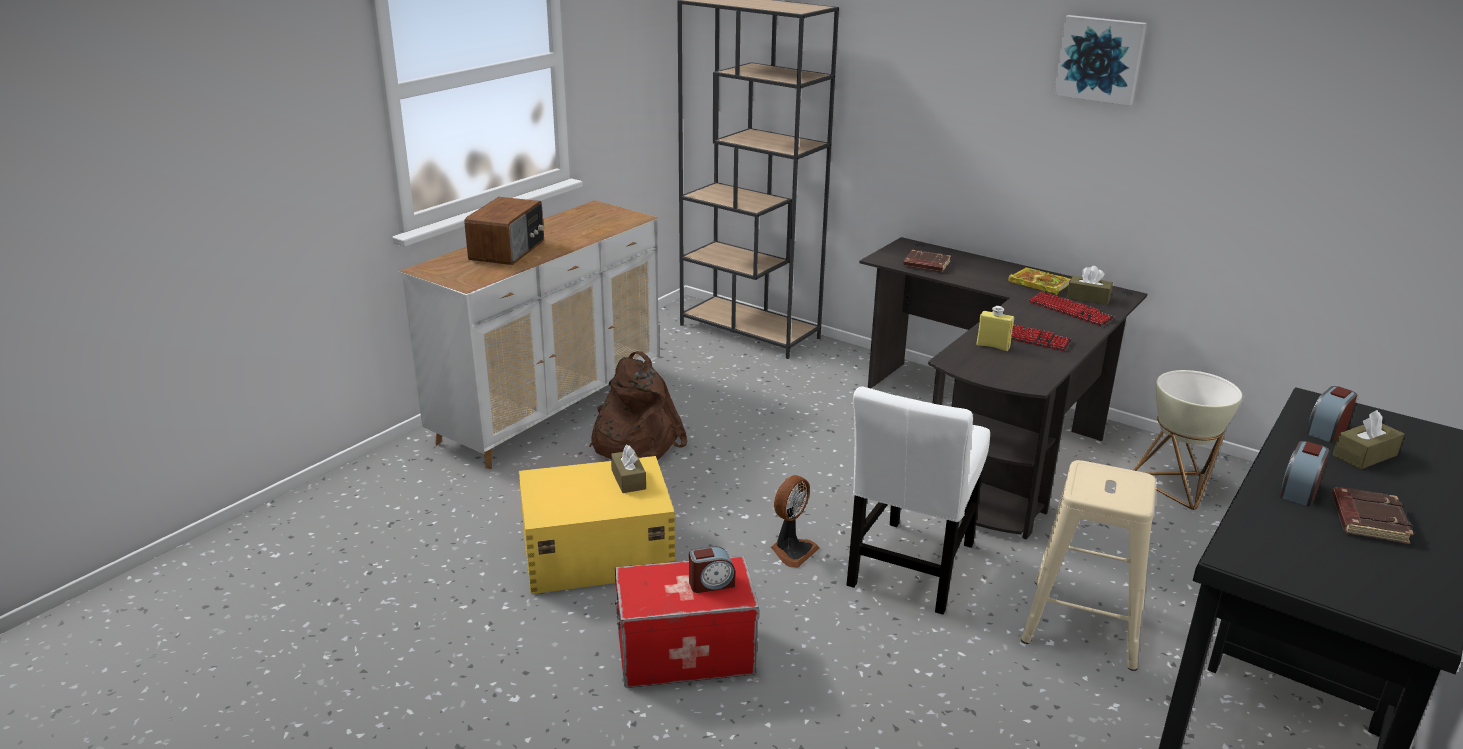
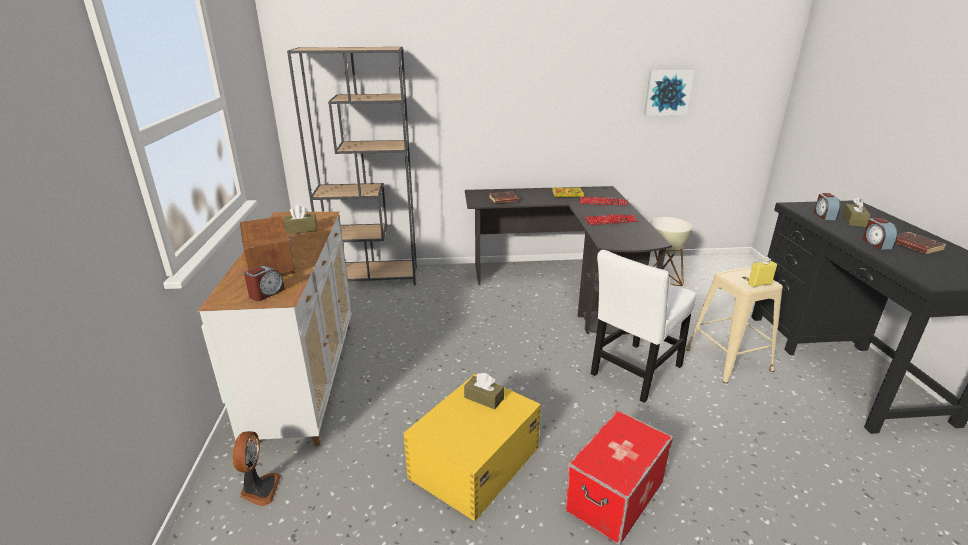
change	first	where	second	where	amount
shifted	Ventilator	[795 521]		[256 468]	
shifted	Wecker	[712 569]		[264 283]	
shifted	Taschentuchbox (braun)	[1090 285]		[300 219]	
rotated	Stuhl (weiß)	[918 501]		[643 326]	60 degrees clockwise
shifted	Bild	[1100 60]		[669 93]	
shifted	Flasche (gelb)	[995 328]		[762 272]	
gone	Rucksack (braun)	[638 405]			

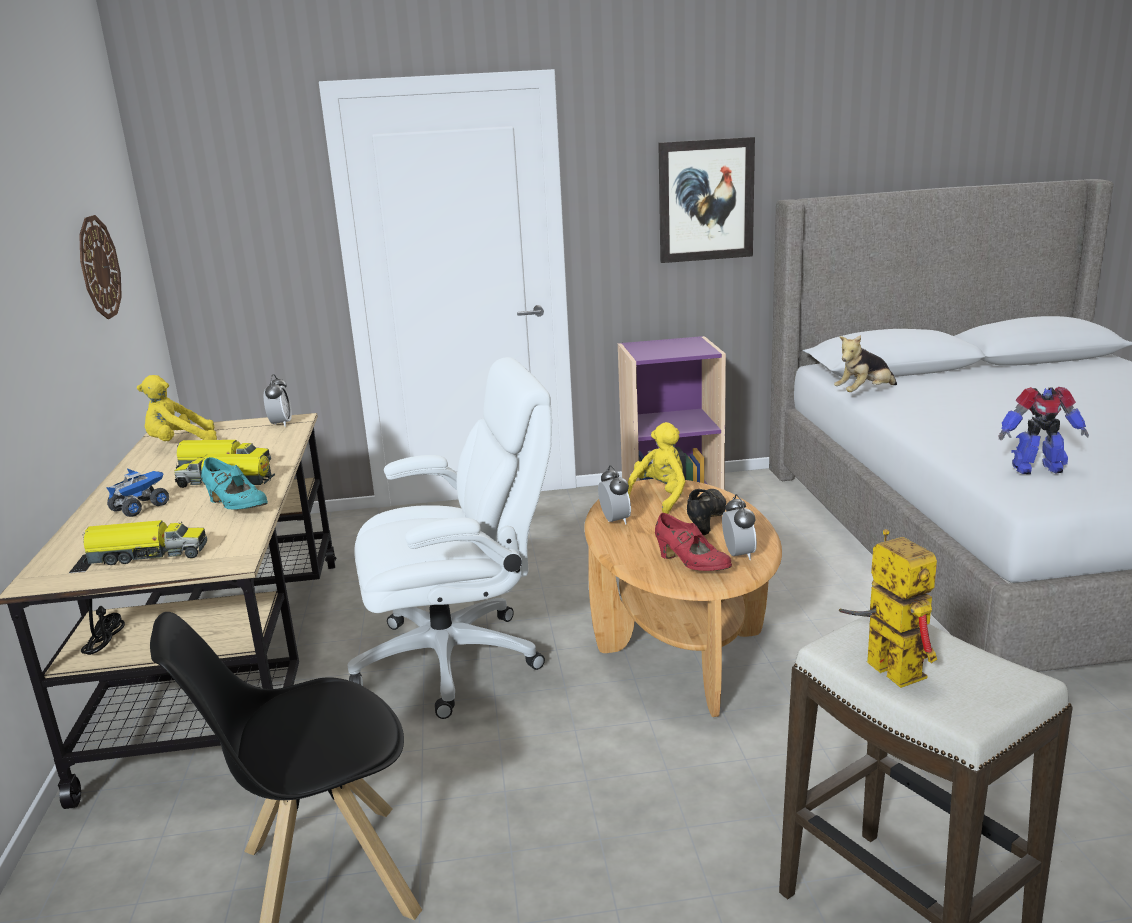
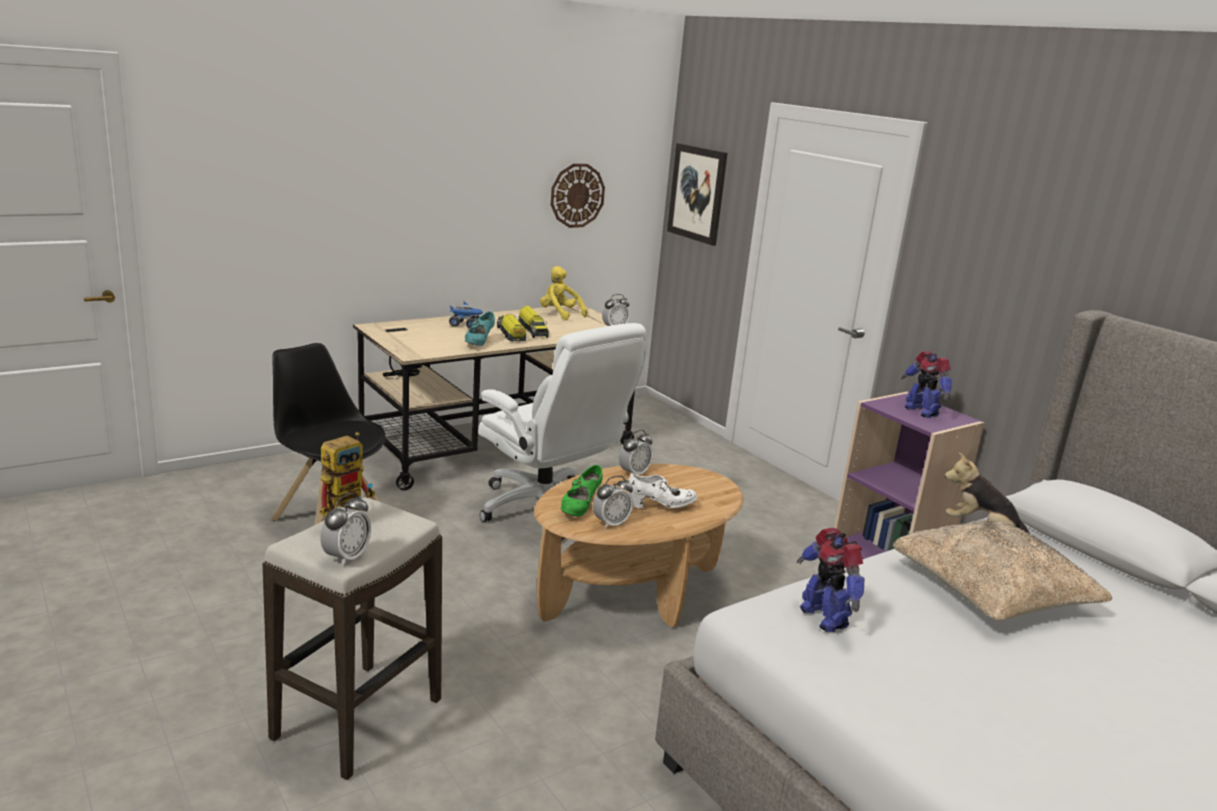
change	first	where	second	where	amount
new			Wecker	[345 529]	
repainted	Schuh (rot)	[693 542]	Schuh (grün)	[581 491]	
repainted	Schuh (schwarz)	[706 512]	Schuh (weiß)	[663 491]	
shifted	Bild	[706 200]		[697 194]	
new			Kissen (beige)	[1002 571]	
new			Spielzeugroboter	[926 384]	
gone	Spielzeuglaster	[144 542]			
gone	Plüschtier (gelb)	[657 468]			

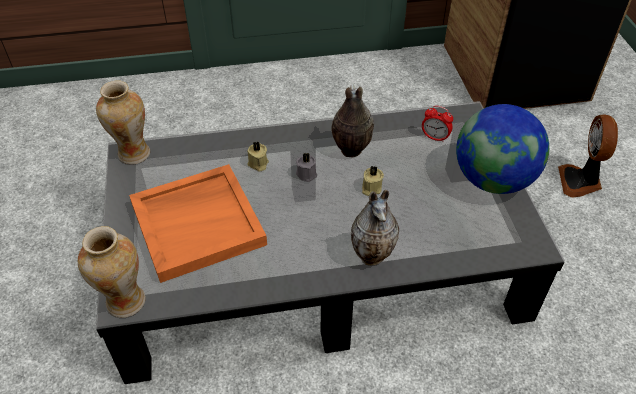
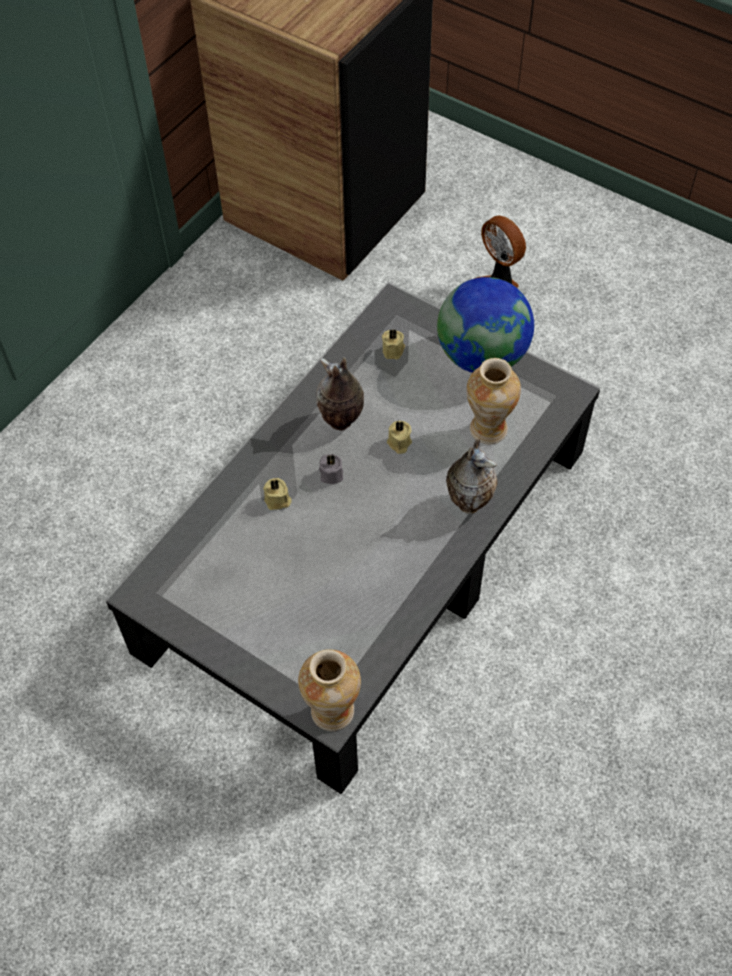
change	first	where	second	where	amount
swapped	Wecker	[437 124]	Kerze (beige)	[393 344]	
shifted	Vase	[123 122]		[494 401]	
gone	Tablett (orange)	[198 223]			

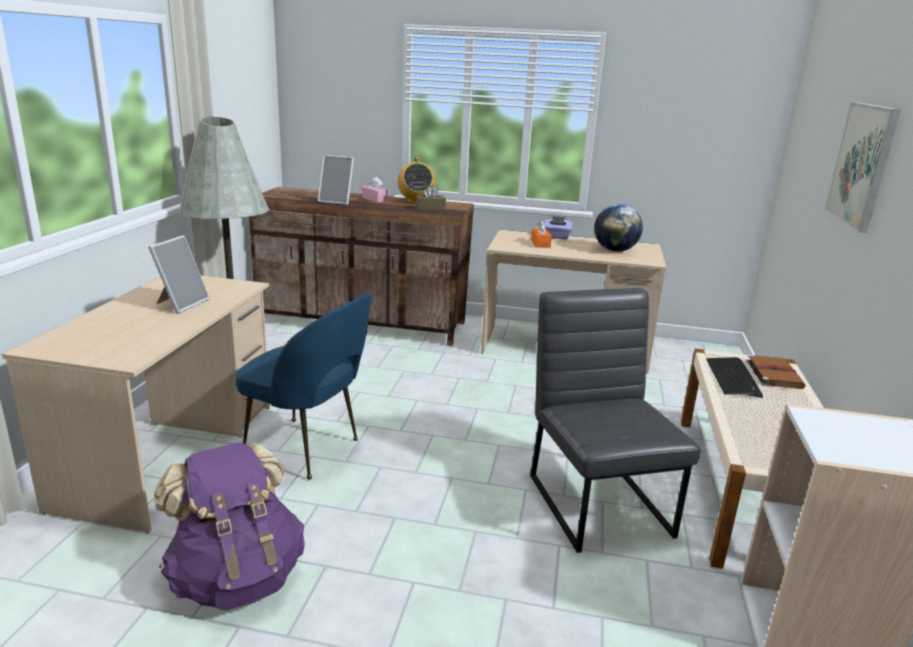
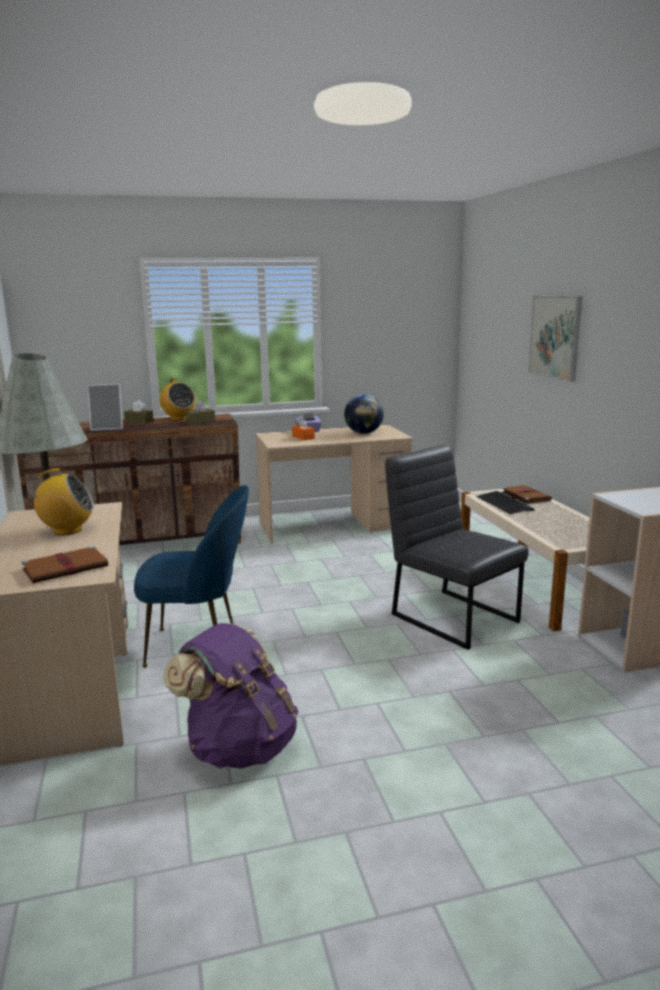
change	first	where	second	where	amount
new			Buch (braun)	[64 564]	
swapped	Bilderrahmen	[179 274]	Radio	[61 501]	
repainted	Taschentuchbox (rosa)	[375 190]	Taschentuchbox (braun)	[139 412]	

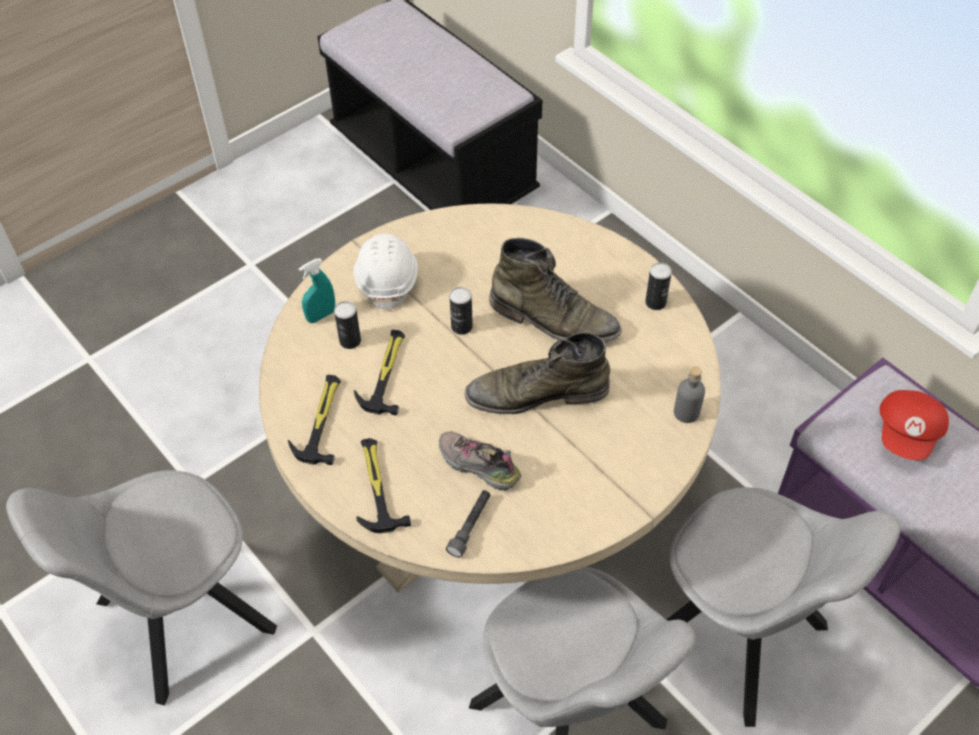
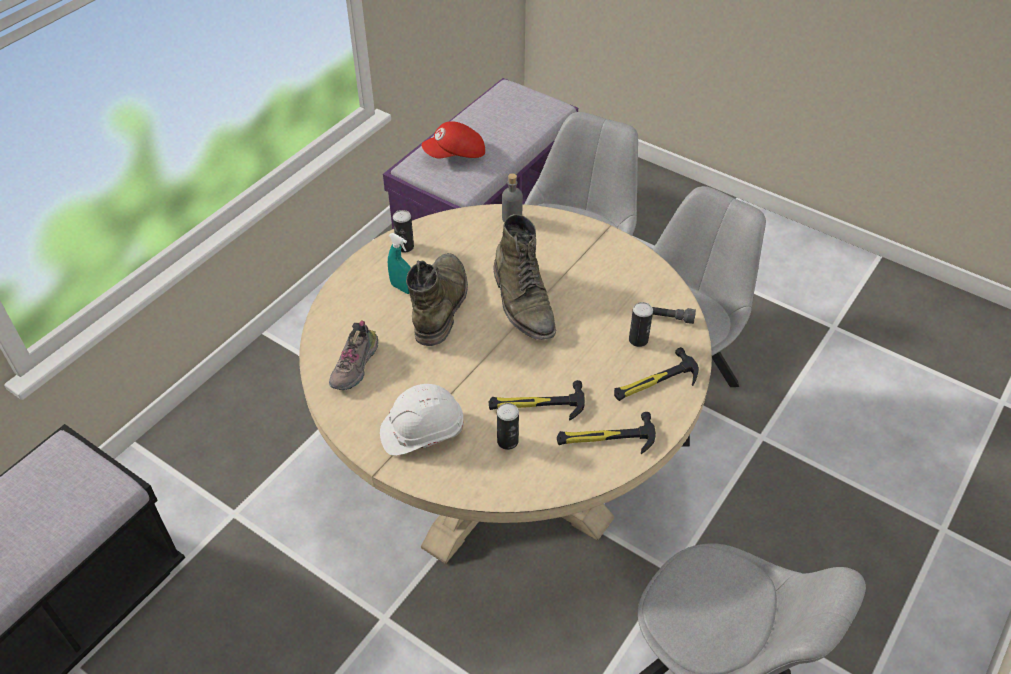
change	first	where	second	where	amount
shifted	Schuh	[480 461]		[353 355]	
shifted	Sprühflasche (türkis)	[317 290]		[399 263]	
rotated	Kappe (rot)	[914 425]		[453 139]	150 degrees clockwise
shifted	Dose	[461 311]		[641 324]	

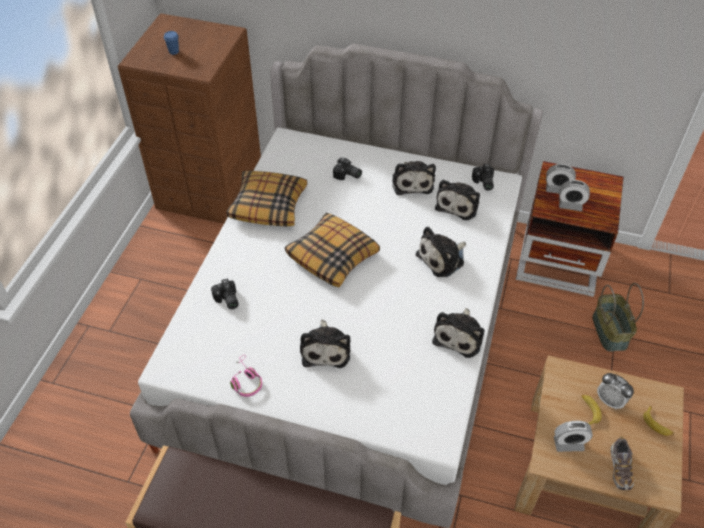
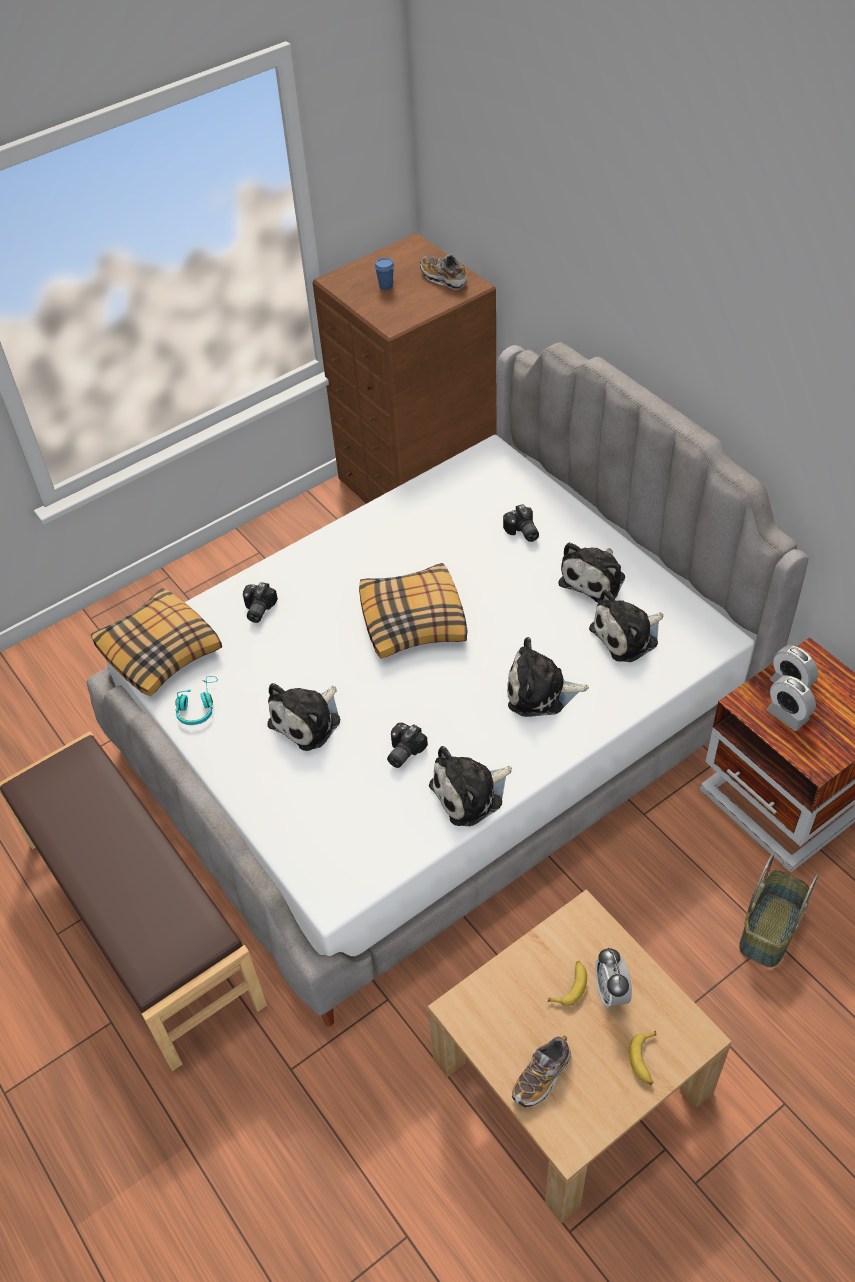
change	first	where	second	where	amount
shifted	Kissen	[266 199]		[156 642]	
repainted	Kopfhörer (rosa)	[246 376]	Kopfhörer (türkis)	[196 700]	
shifted	Kamera	[483 177]		[407 745]	
new			Schuh	[443 272]	
gone	Wecker	[573 436]			

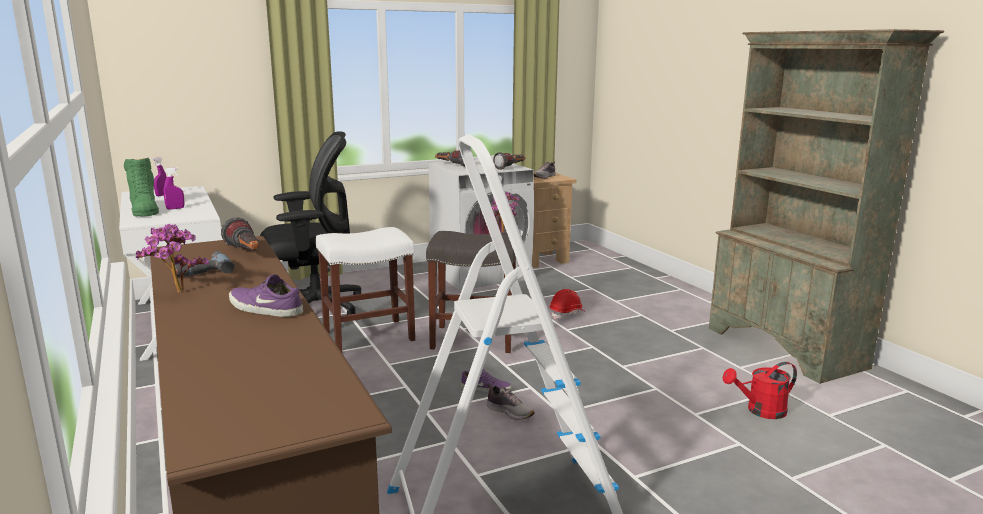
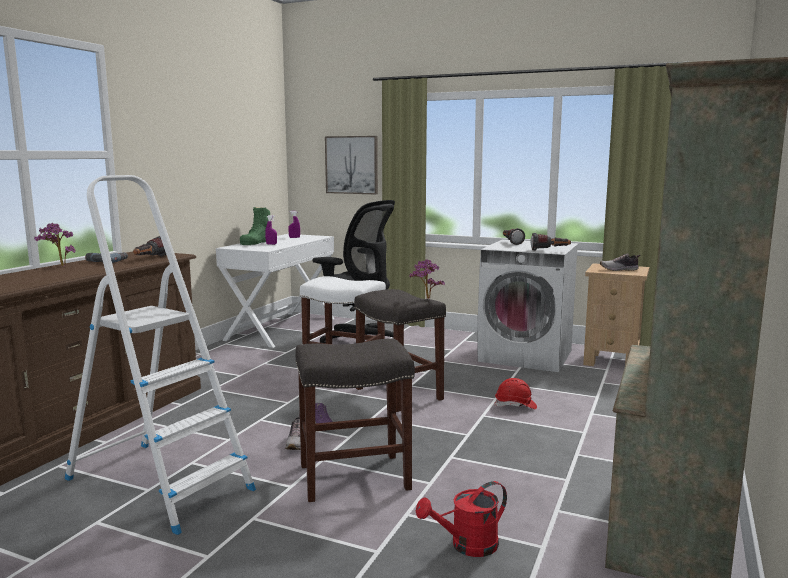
change	first	where	second	where	amount
new			Hocker (grau)	[355 420]	
new			Bild	[351 165]	
rotated	Gießkanne (rot)	[759 390]		[461 519]	60 degrees counterclockwise
gone	Schuh (lila)	[266 295]			

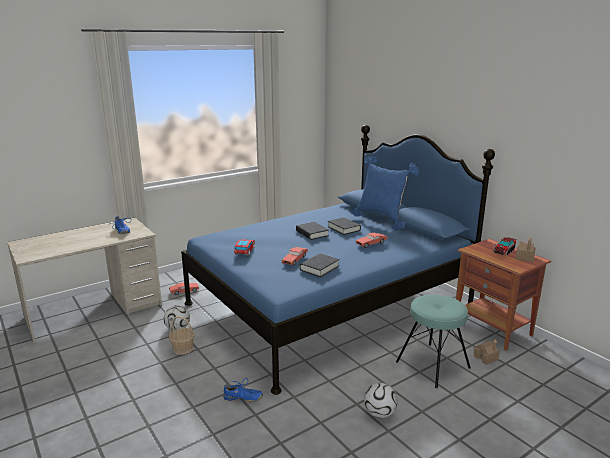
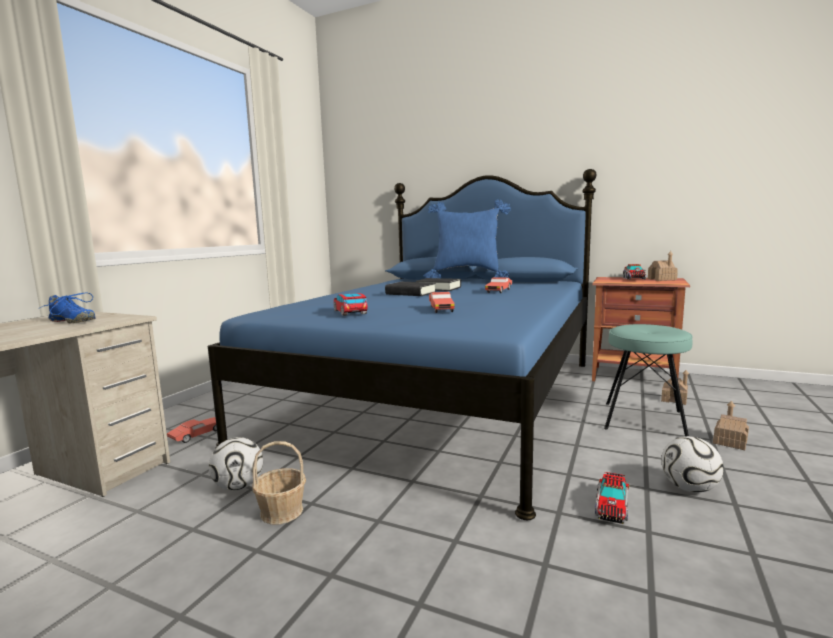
change	first	where	second	where	amount
new			Spielzeuglaster	[612 498]	
new			Spielzeughaus	[731 425]	
gone	Schuh (blau)	[243 390]			
gone	Buch (schwarz)	[320 265]			

